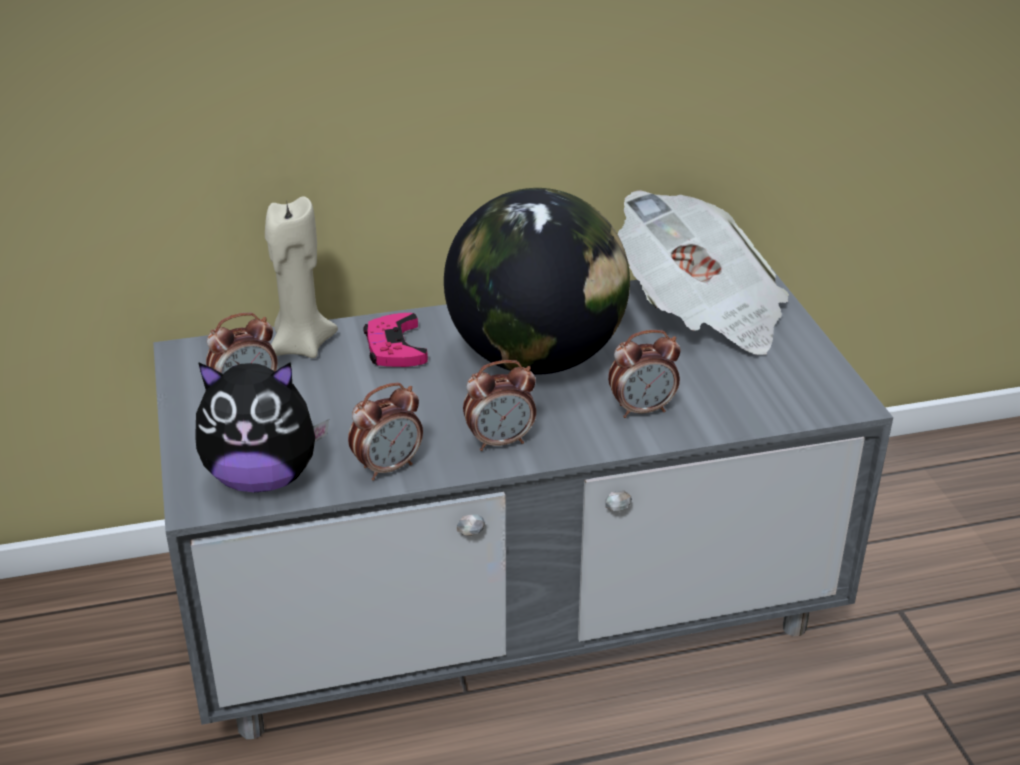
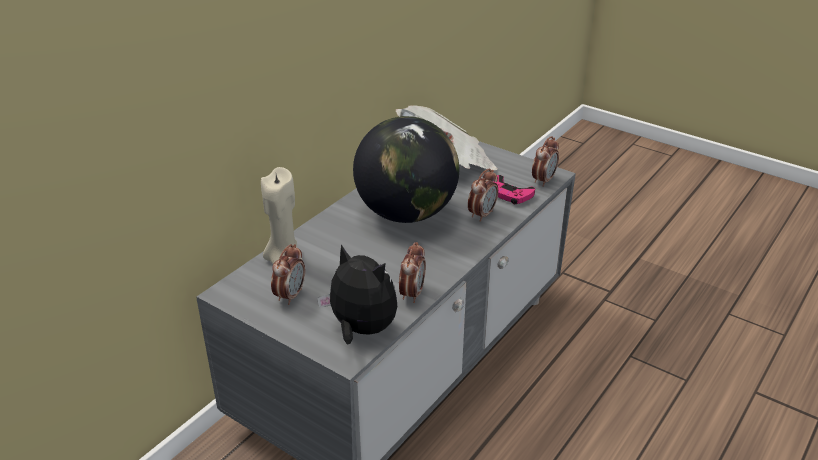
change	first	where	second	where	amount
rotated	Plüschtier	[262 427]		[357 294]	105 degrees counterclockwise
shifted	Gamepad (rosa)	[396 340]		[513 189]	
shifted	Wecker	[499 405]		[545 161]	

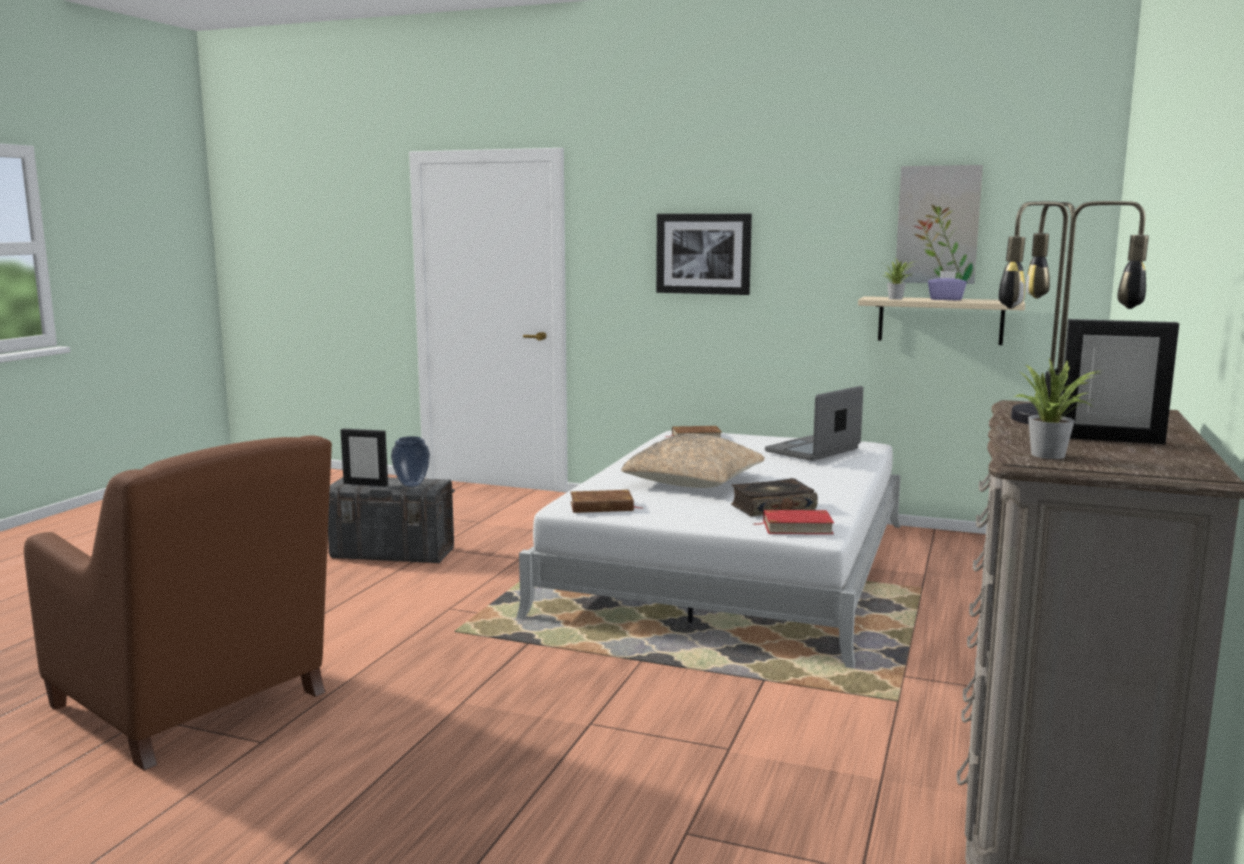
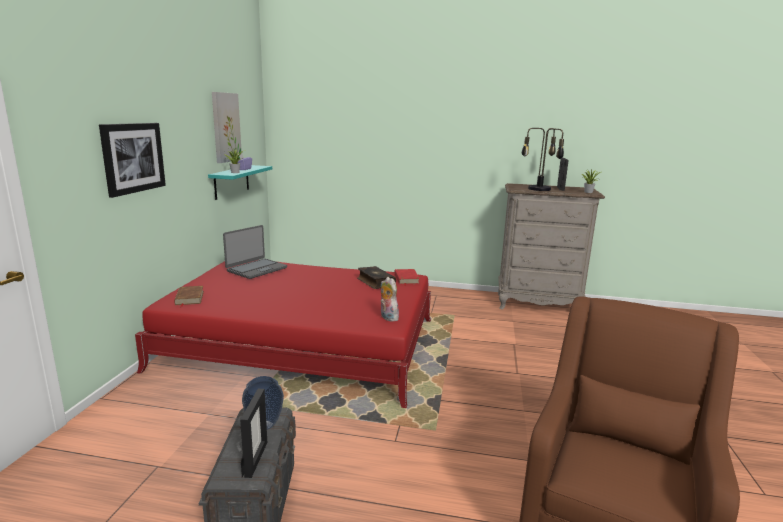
change	first	where	second	where	amount
repainted	Bett (weiß)	[708 549]	Bett (rot)	[283 334]	
repainted	Wandregal (beige)	[941 320]	Wandregal (türkis)	[240 182]	
rotated	Laptop	[814 423]		[255 252]	90 degrees counterclockwise
swapped	Buch (braun)	[606 501]	Plüschtier	[390 299]	
gone	Kissen (beige)	[693 460]			

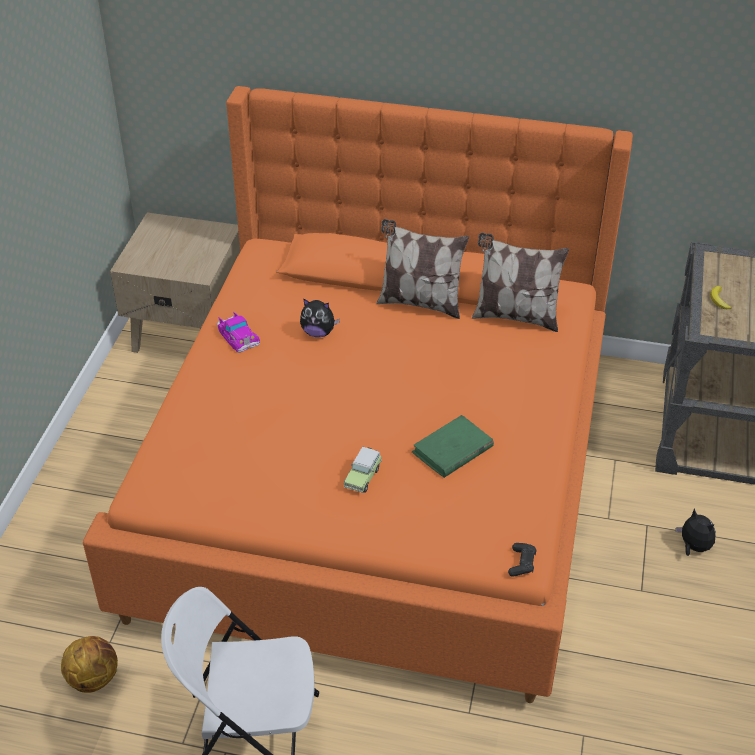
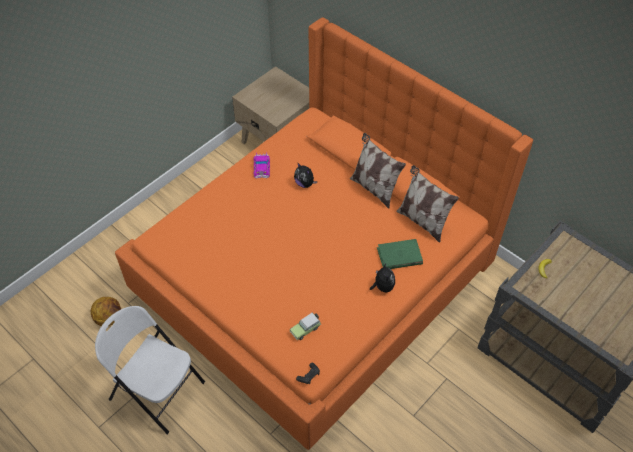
change	first	where	second	where	amount
shifted	Spielzeugauto	[363 470]		[305 326]	
shifted	Plüschtier	[695 532]		[382 277]	
shifted	Buch (grün)	[453 446]		[400 254]	

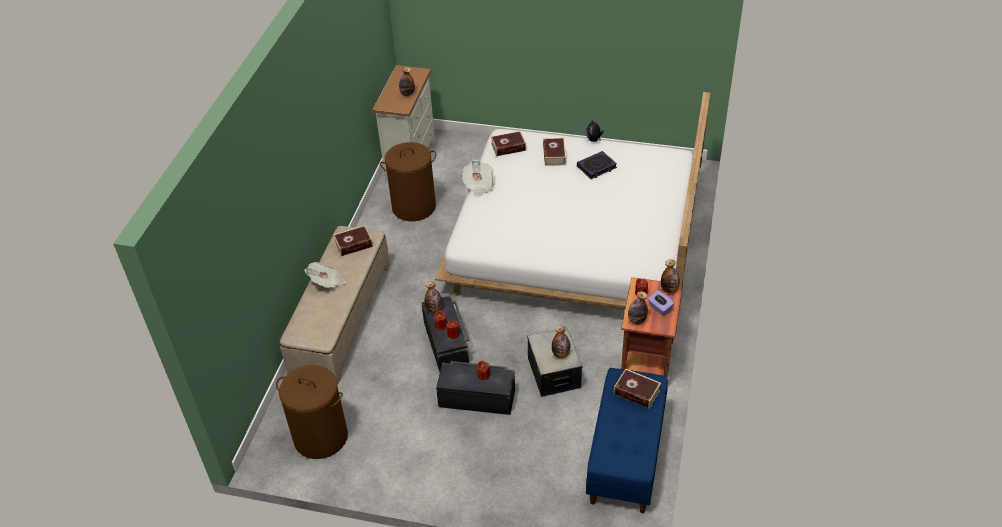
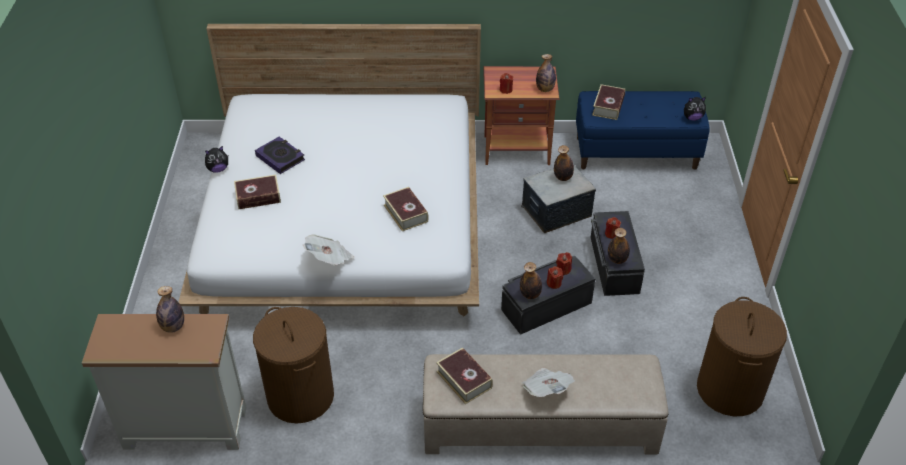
change	first	where	second	where	amount
shifted	Buch	[508 143]		[406 209]	
shifted	Flasche	[670 276]		[619 246]	
new			Plüschtier	[695 109]	
gone	Taschentuchbox (lila)	[661 303]			

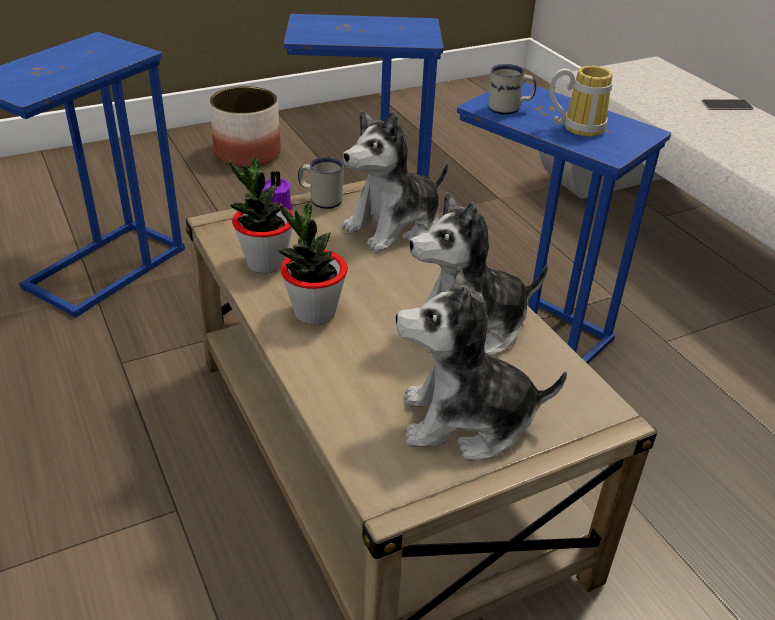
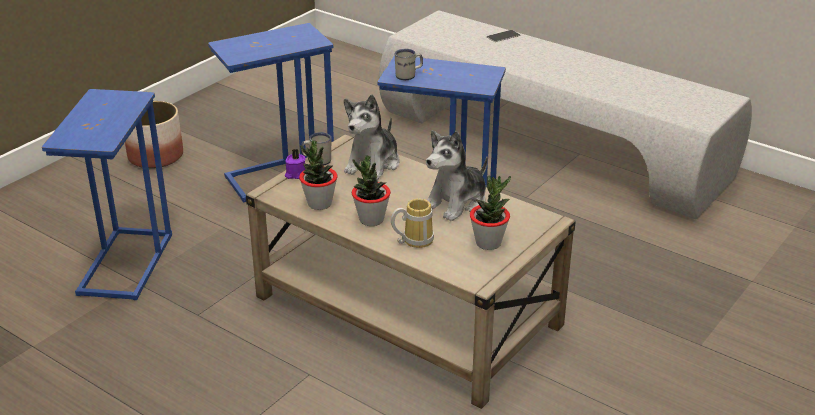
change	first	where	second	where	amount
shifted	Henkelbecher	[581 101]		[412 223]	
swapped	Plüschtier	[481 363]	Topfpflanze	[490 212]	

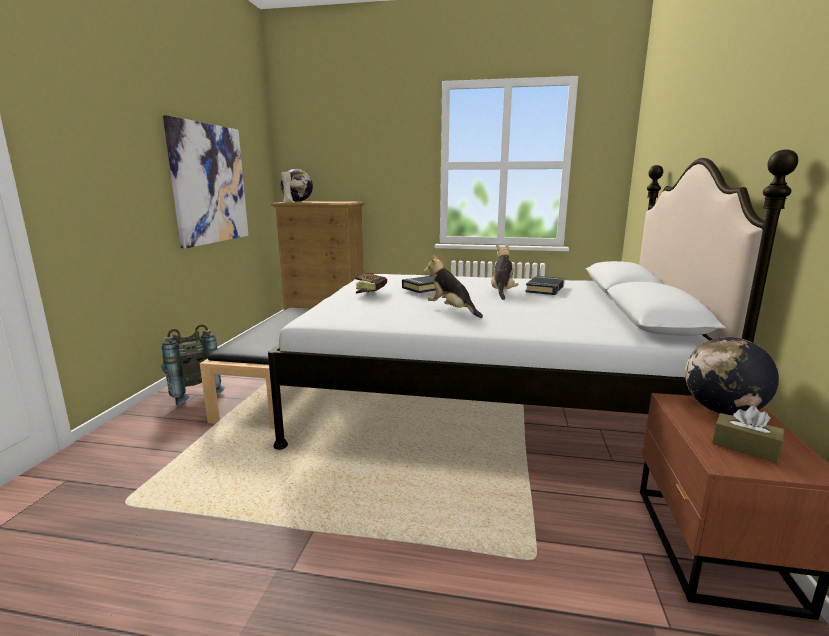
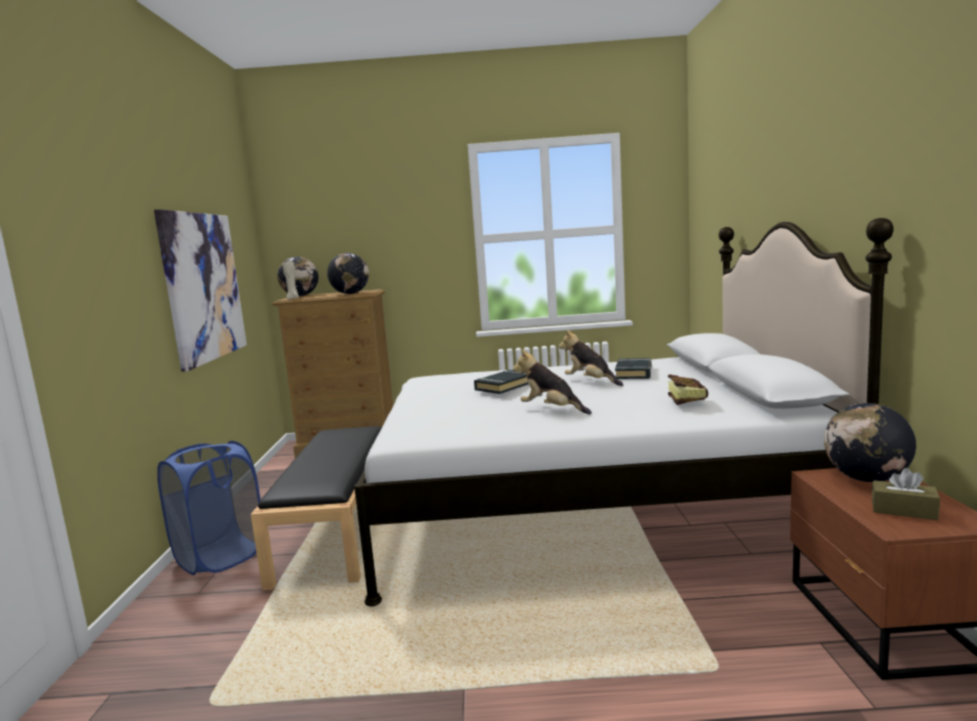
change	first	where	second	where	amount
swapped	Rucksack (grau)	[193 364]	Wäschekorb (blau)	[208 508]	
new			Globus	[348 273]	
rotated	Plüschtier	[505 272]		[591 358]	45 degrees counterclockwise
shifted	Buch	[371 282]		[688 389]	

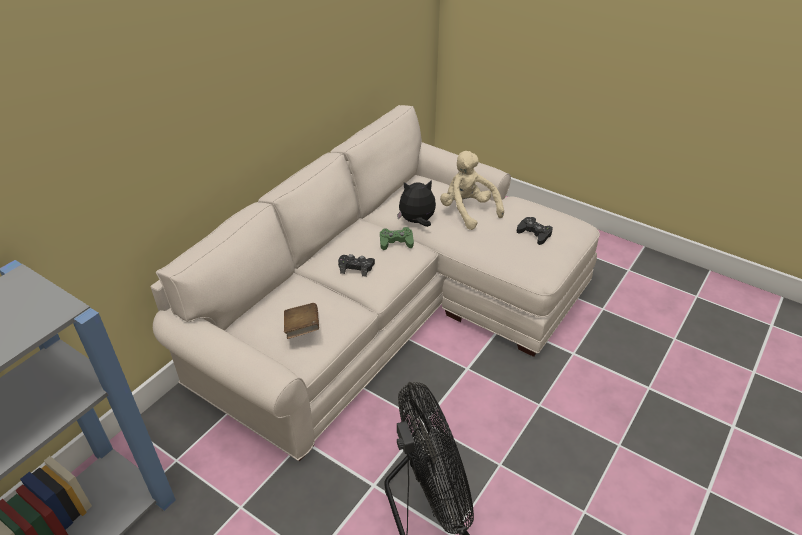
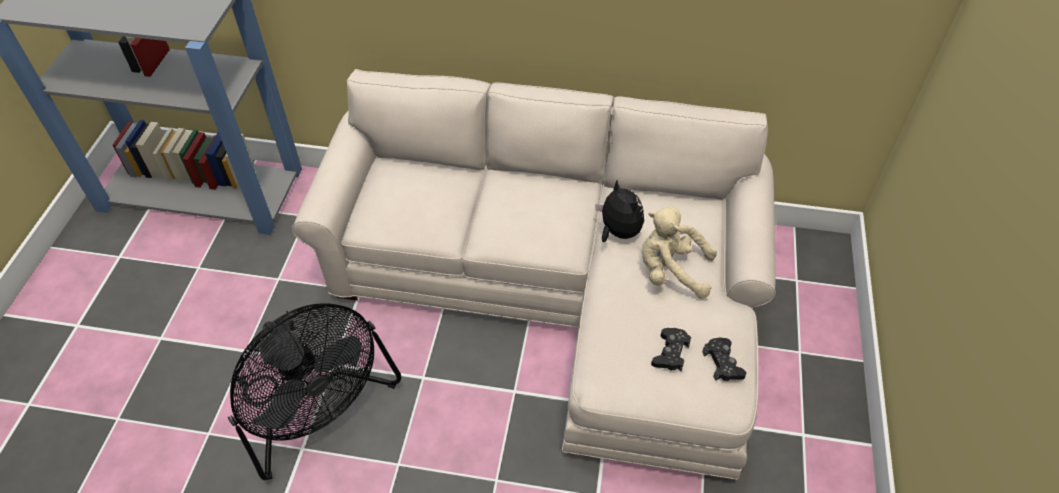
change	first	where	second	where	amount
rotated	Plüschtier (beige)	[472 190]		[679 253]	105 degrees counterclockwise
shifted	Gamepad (schwarz)	[356 265]		[724 359]	
gone	Buch (braun)	[301 321]			
gone	Gamepad (grün)	[397 238]			

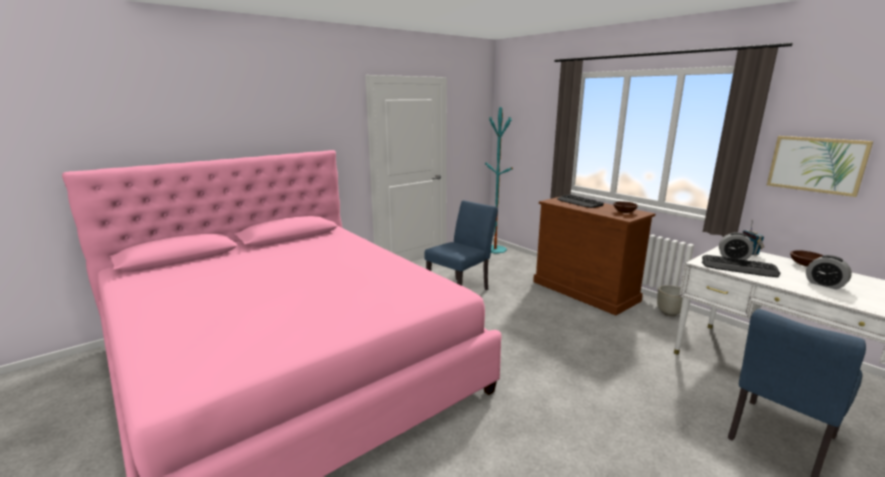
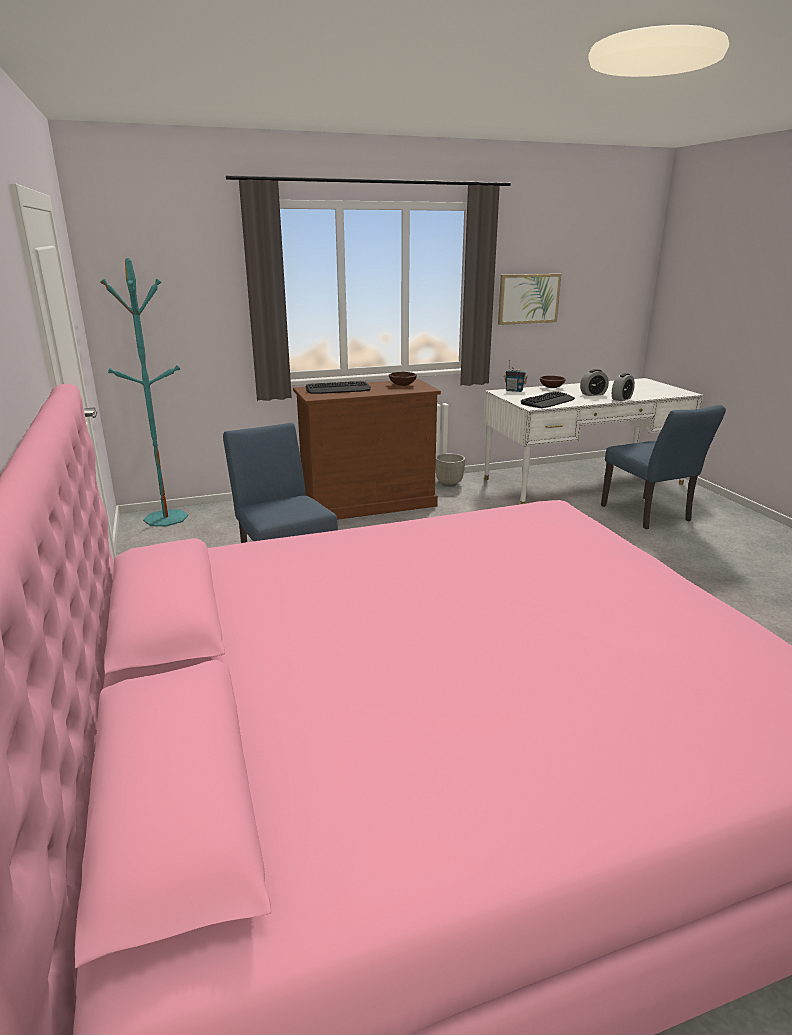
change	first	where	second	where	amount
shifted	Wecker	[736 246]		[623 387]	

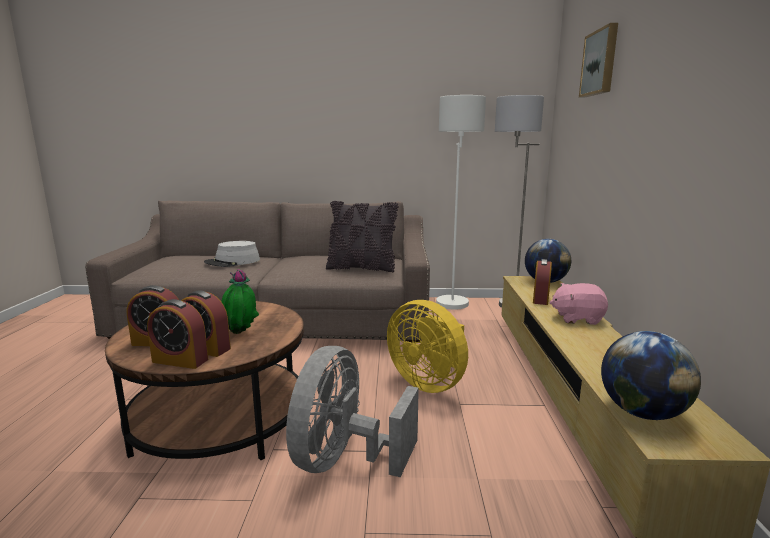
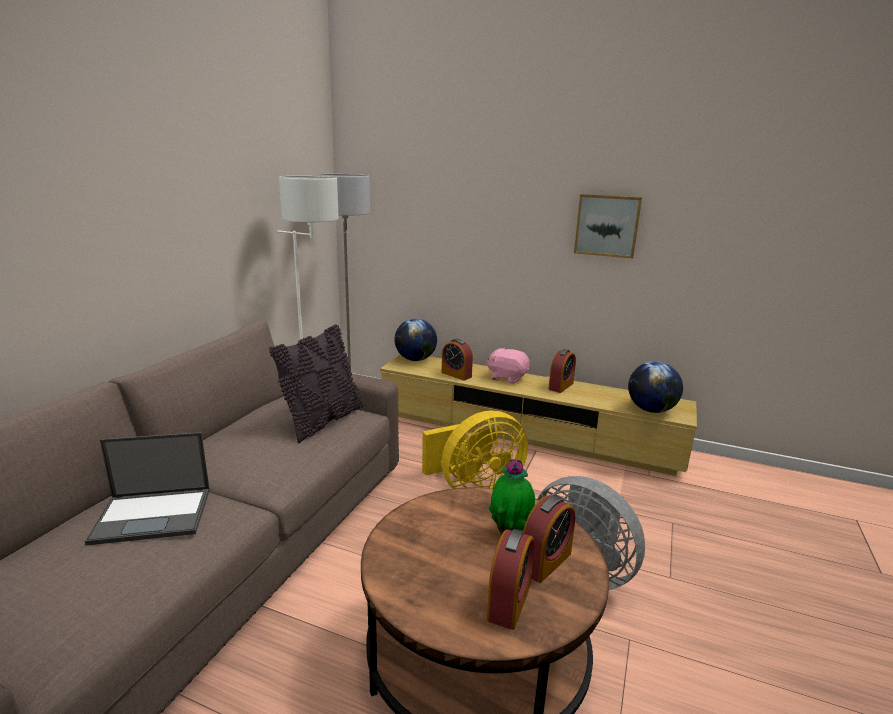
change	first	where	second	where	amount
swapped	Hut (grau)	[232 254]	Laptop	[147 488]	
rotated	Plüschtier (rosa)	[578 304]		[508 365]	90 degrees clockwise
shifted	Wecker	[177 334]		[562 371]	
shifted	Bild	[598 60]		[608 226]	

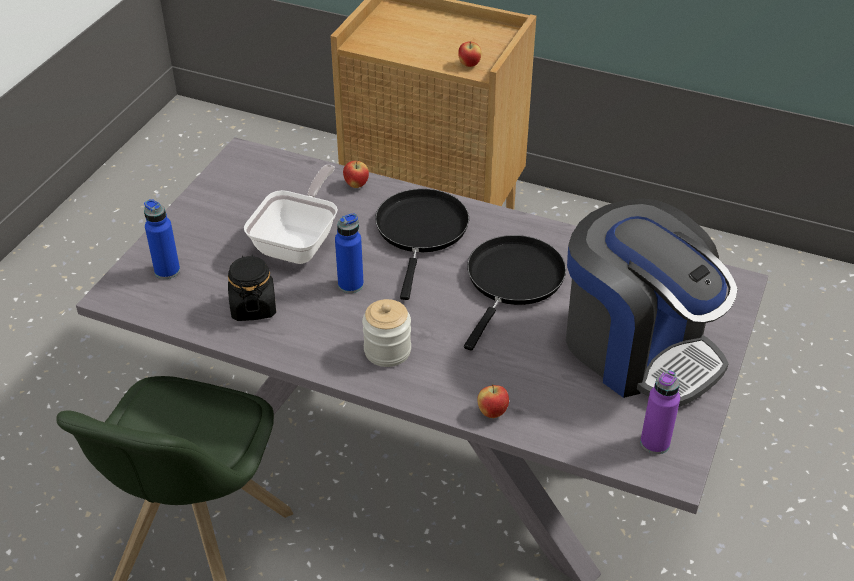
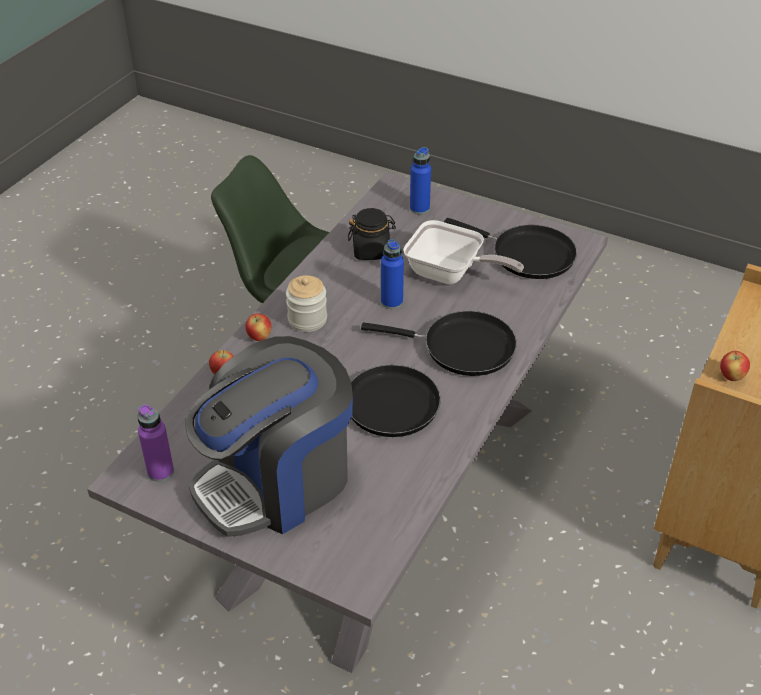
change	first	where	second	where	amount
shifted	Apfel	[356 174]		[258 327]	
new			Pfanne (schwarz)	[510 248]	

